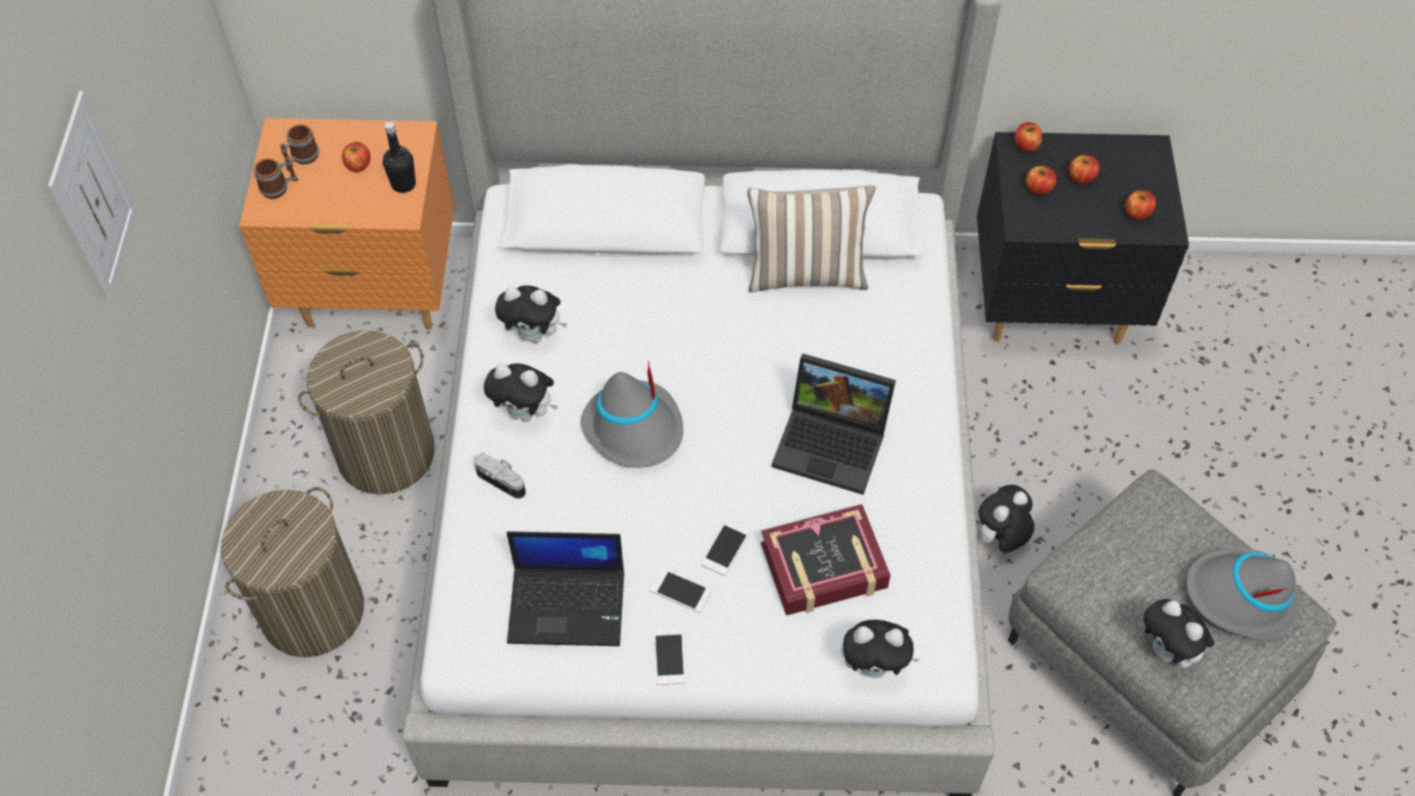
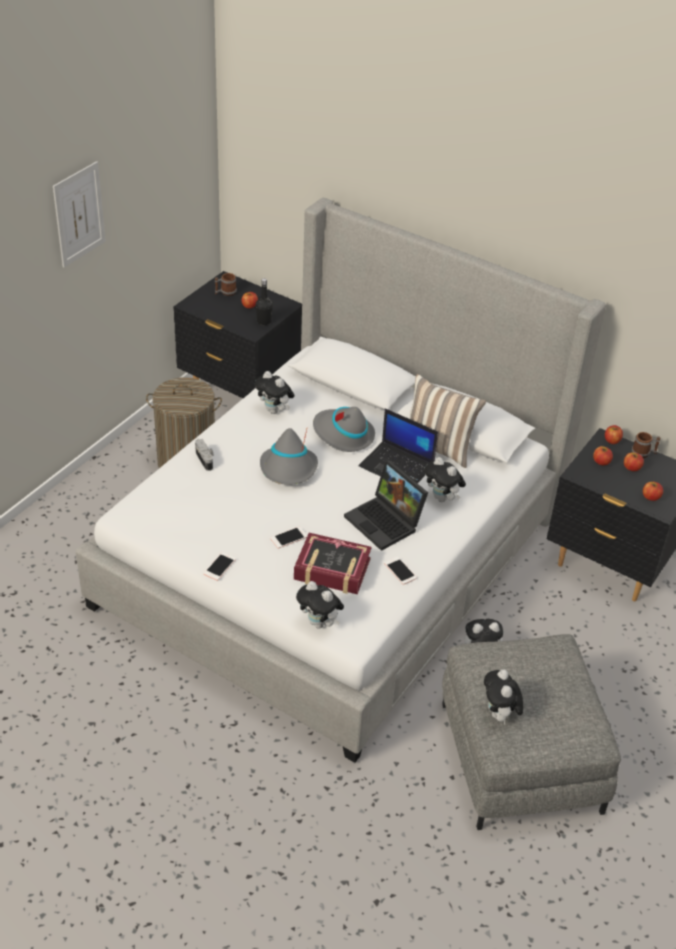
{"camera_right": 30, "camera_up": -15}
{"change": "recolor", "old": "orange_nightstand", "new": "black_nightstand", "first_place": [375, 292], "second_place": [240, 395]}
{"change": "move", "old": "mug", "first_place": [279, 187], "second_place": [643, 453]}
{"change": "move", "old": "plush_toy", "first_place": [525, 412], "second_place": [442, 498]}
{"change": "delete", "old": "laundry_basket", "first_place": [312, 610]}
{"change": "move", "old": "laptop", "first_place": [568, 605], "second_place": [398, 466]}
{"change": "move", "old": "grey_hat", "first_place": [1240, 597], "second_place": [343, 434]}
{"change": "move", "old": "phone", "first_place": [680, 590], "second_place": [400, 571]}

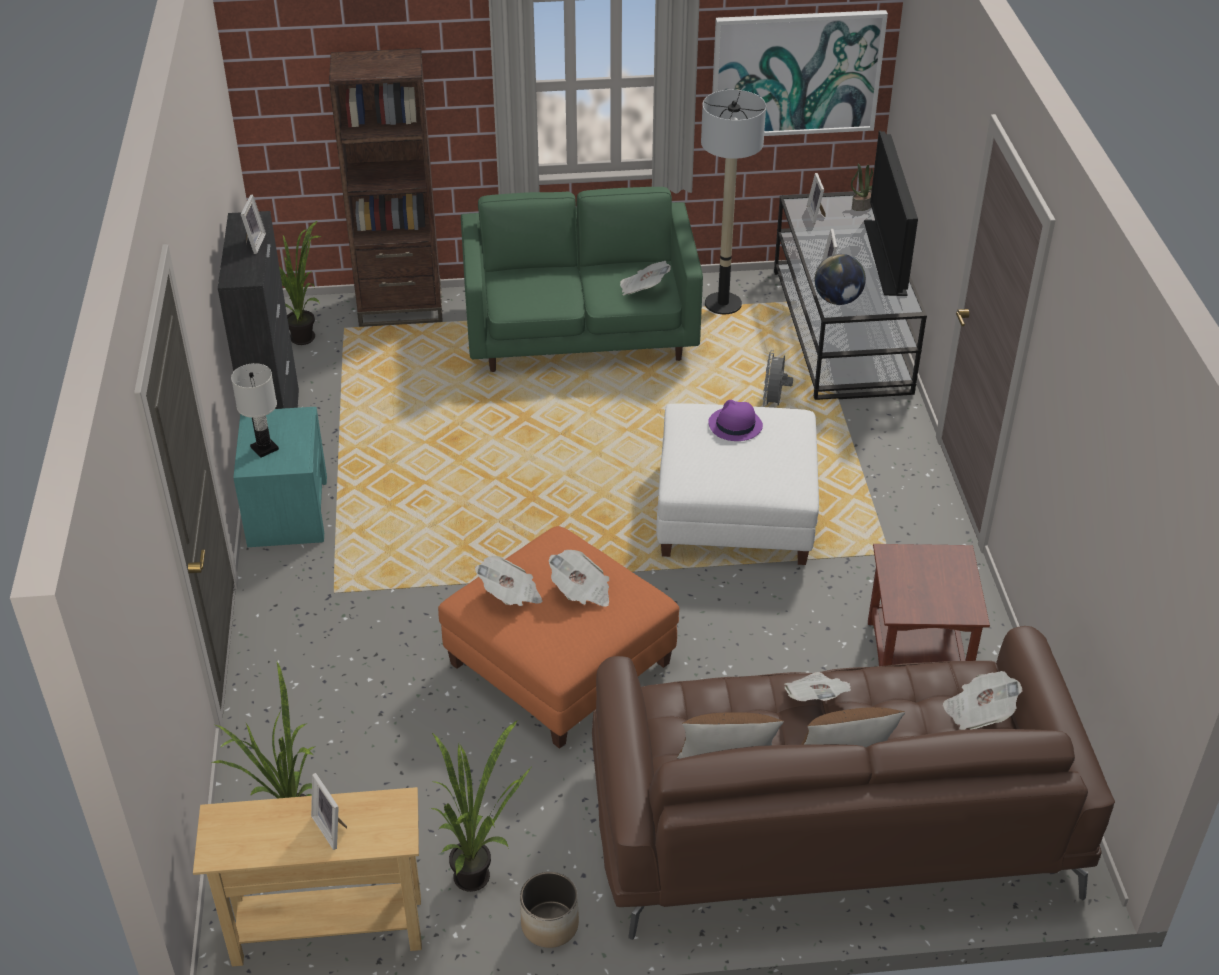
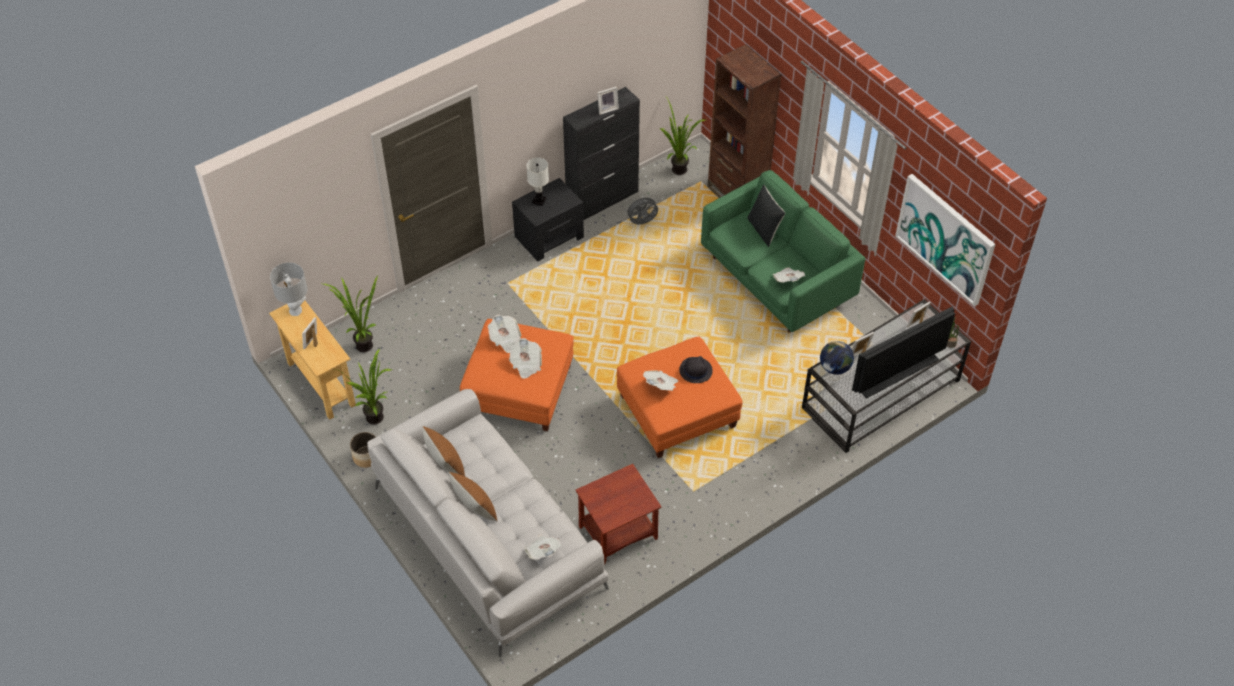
{"camera_right": 60, "camera_up": 10}
{"change": "delete", "old": "floor_lamp", "first_place": [723, 304]}
{"change": "move", "old": "grey_fan", "first_place": [774, 403], "second_place": [642, 223]}
{"change": "recolor", "old": "purple_hat", "new": "black_hat", "first_place": [735, 425], "second_place": [695, 370]}
{"change": "recolor", "old": "white_ottoman", "new": "orange_ottoman", "first_place": [736, 513], "second_place": [677, 412]}
{"change": "recolor", "old": "turquoise_nightstand", "new": "black_nightstand", "first_place": [288, 510], "second_place": [549, 236]}
{"change": "recolor", "old": "brown_sofa", "new": "grey_sofa", "first_place": [829, 820], "second_place": [487, 536]}
{"change": "move", "old": "newspaper", "first_place": [815, 699], "second_place": [661, 385]}
{"change": "insert", "new": "black_pillow", "second_place": [764, 230]}
{"change": "insert", "new": "grey_table_lamp", "second_place": [296, 310]}

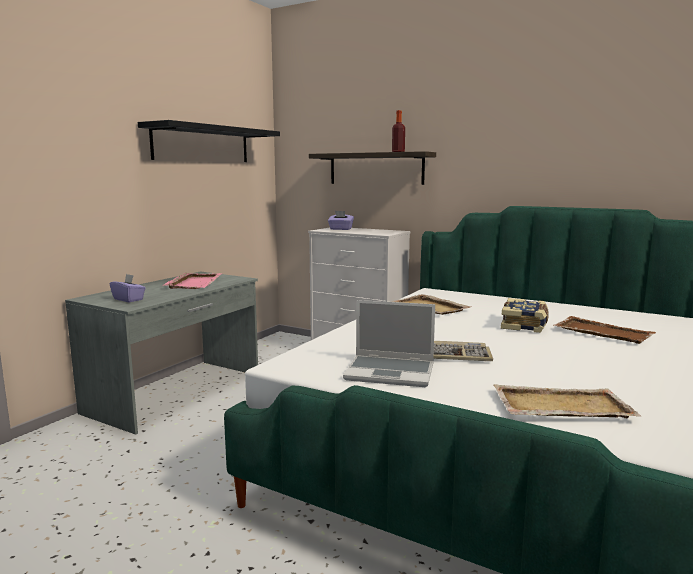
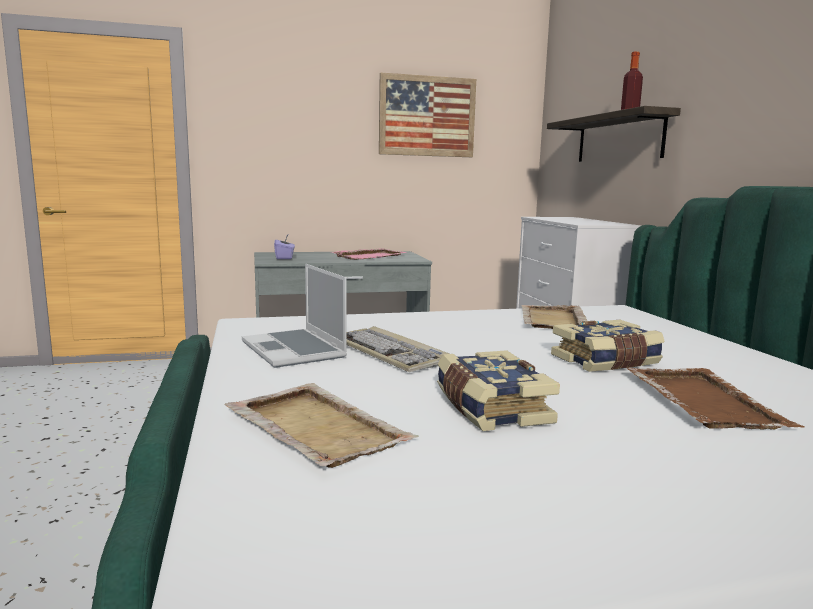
{"camera_right": 45, "camera_up": 0}
{"change": "replace", "old": "black_shelf", "new": "picture", "first_place": [202, 144], "second_place": [427, 116]}
{"change": "delete", "old": "purple_tissue_box", "first_place": [340, 229]}
{"change": "insert", "new": "book", "second_place": [490, 408]}

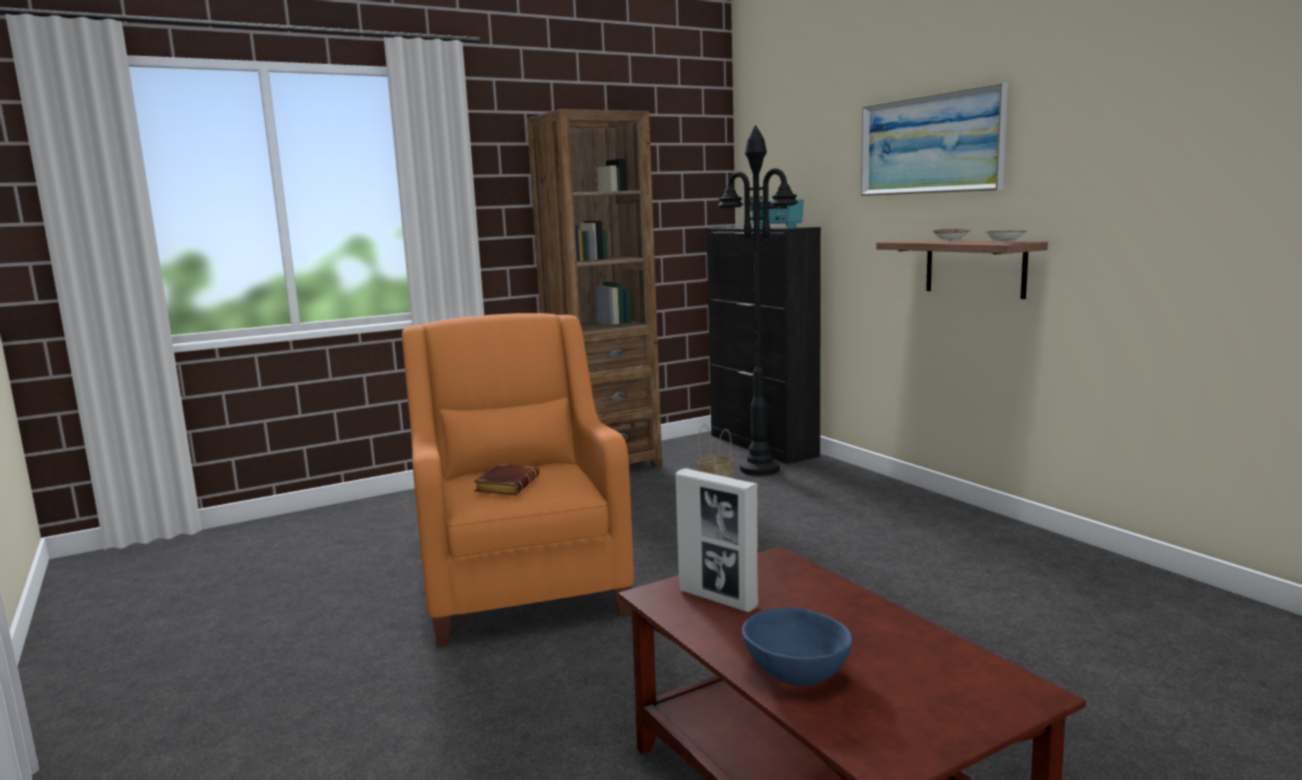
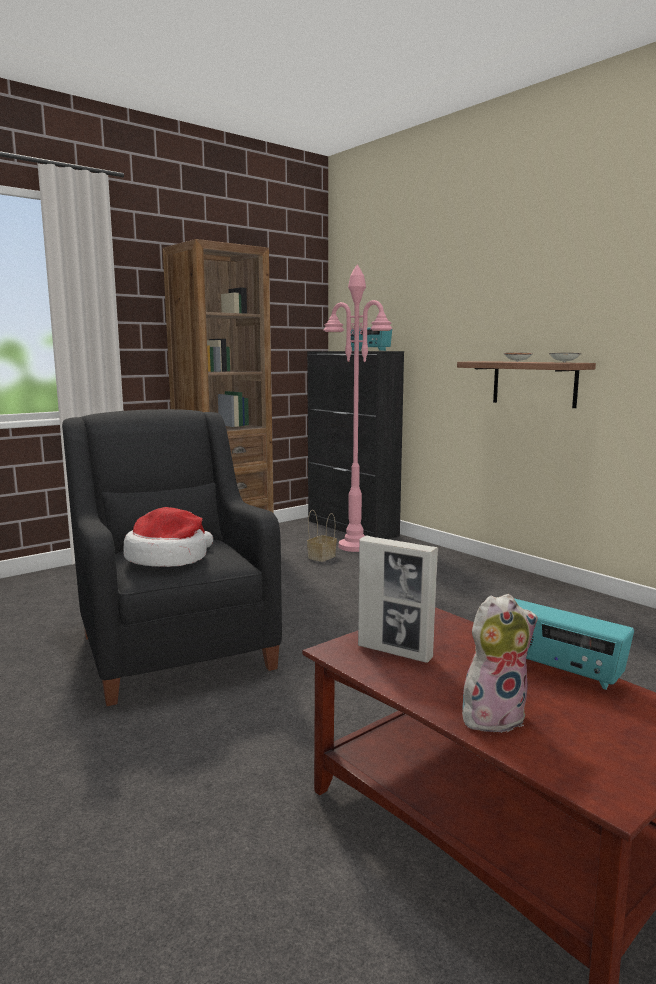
{"camera_right": -10, "camera_up": 0}
{"change": "delete", "old": "picture", "first_place": [930, 145]}
{"change": "recolor", "old": "black_floor_lamp", "new": "pink_floor_lamp", "first_place": [760, 469], "second_place": [355, 547]}
{"change": "recolor", "old": "orange_armchair", "new": "black_armchair", "first_place": [521, 583], "second_place": [174, 646]}
{"change": "replace", "old": "brown_book", "new": "hat", "first_place": [506, 485], "second_place": [169, 558]}
{"change": "replace", "old": "blue_bowl", "new": "plush_toy", "first_place": [796, 673], "second_place": [493, 716]}
{"change": "insert", "new": "radio", "second_place": [555, 669]}

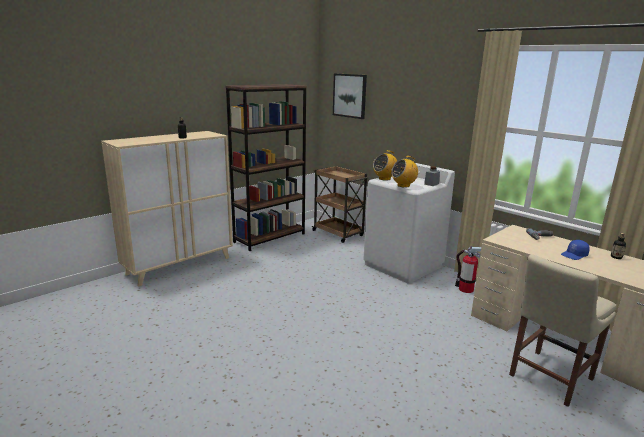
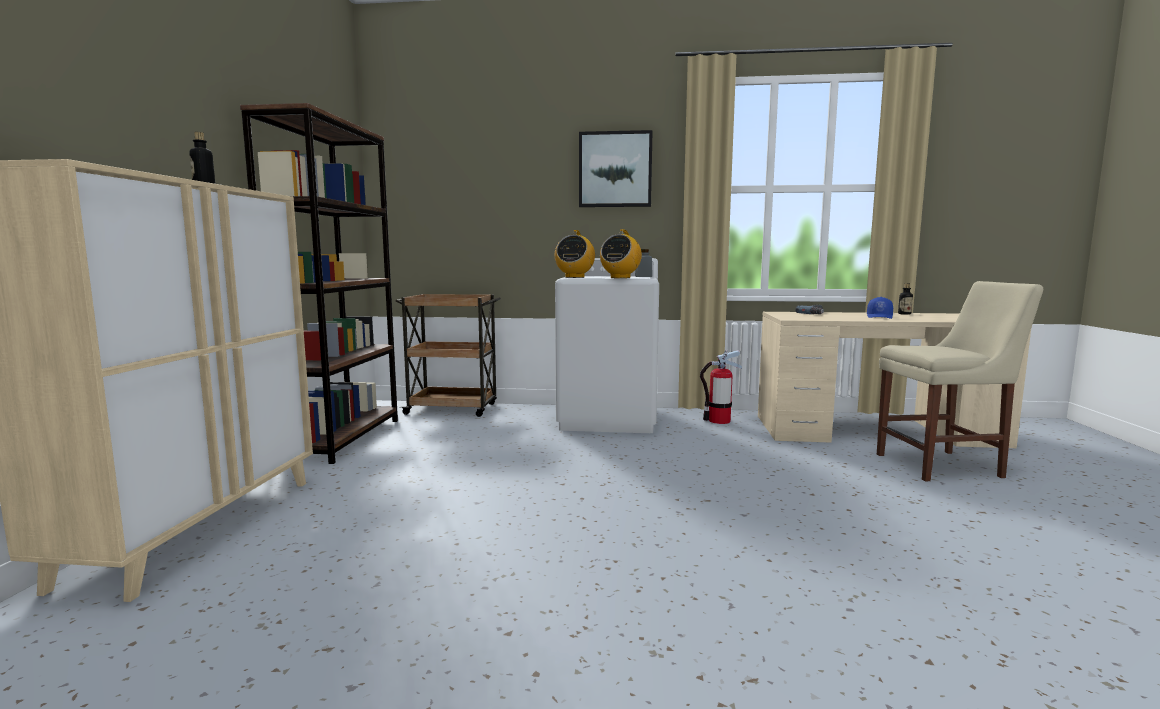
{"camera_right": -40, "camera_up": -10}
{"change": "move", "old": "picture", "first_place": [350, 95], "second_place": [615, 169]}
{"change": "rotate", "old": "beige_chair", "first_place": [548, 378], "second_place": [943, 465], "degrees": -105}

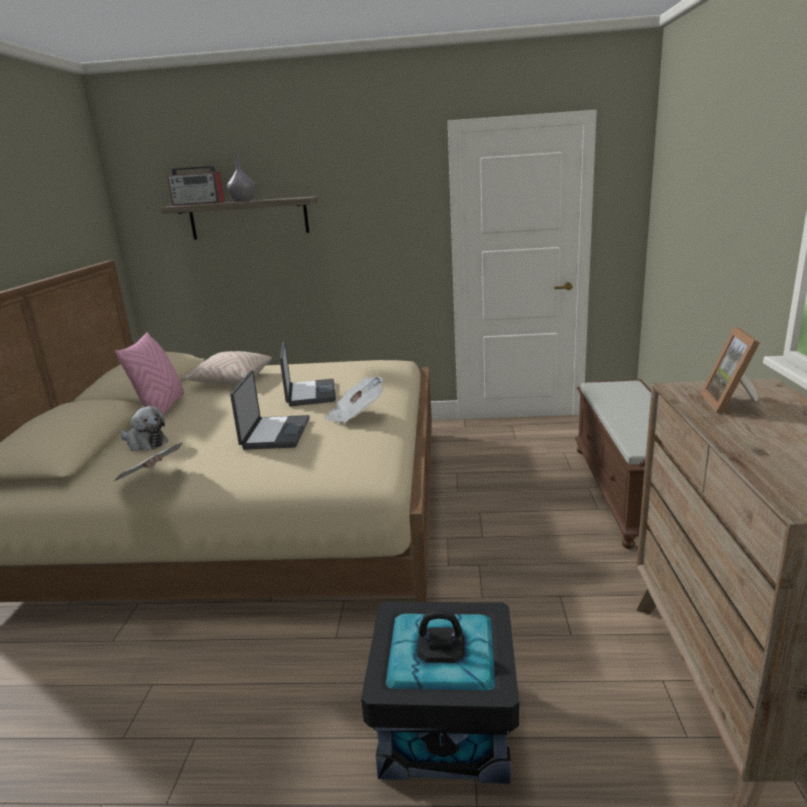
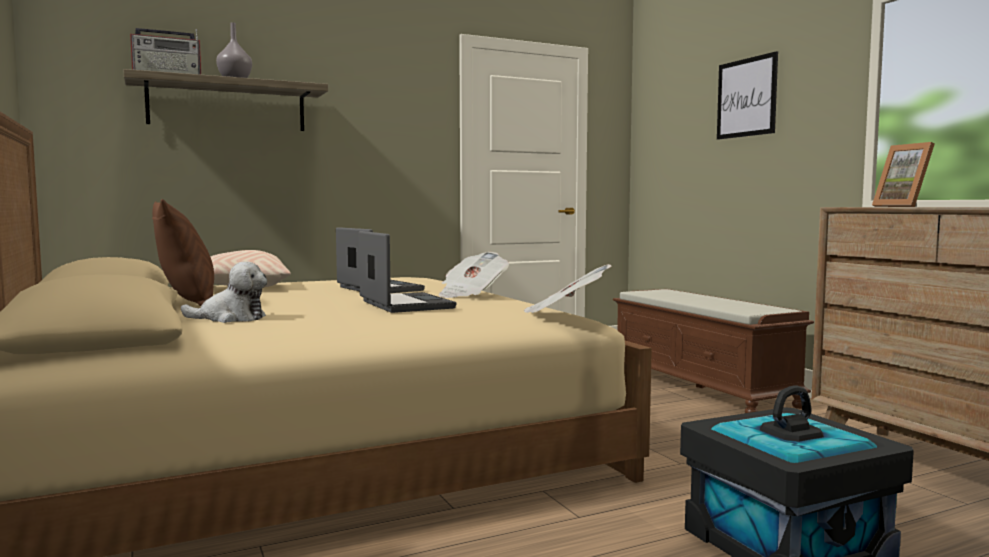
{"camera_right": -30, "camera_up": -15}
{"change": "recolor", "old": "pink_pillow", "new": "brown_pillow", "first_place": [162, 409], "second_place": [186, 303]}
{"change": "move", "old": "newspaper", "first_place": [152, 479], "second_place": [565, 313]}
{"change": "insert", "new": "picture", "second_place": [746, 97]}

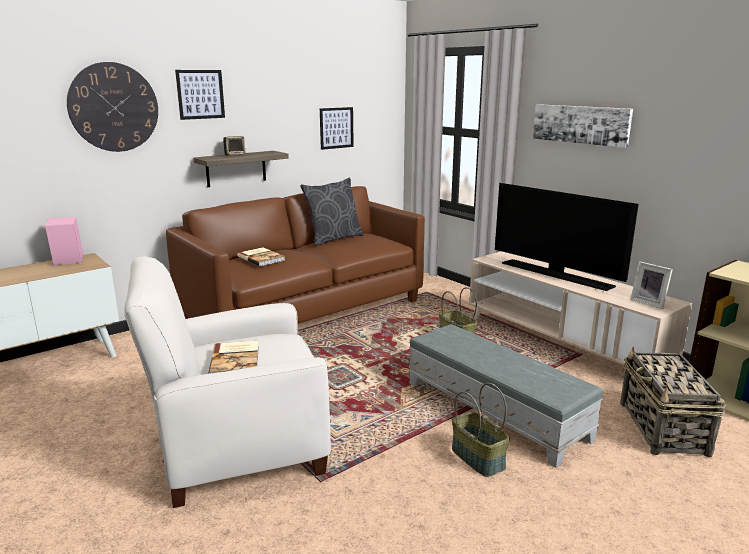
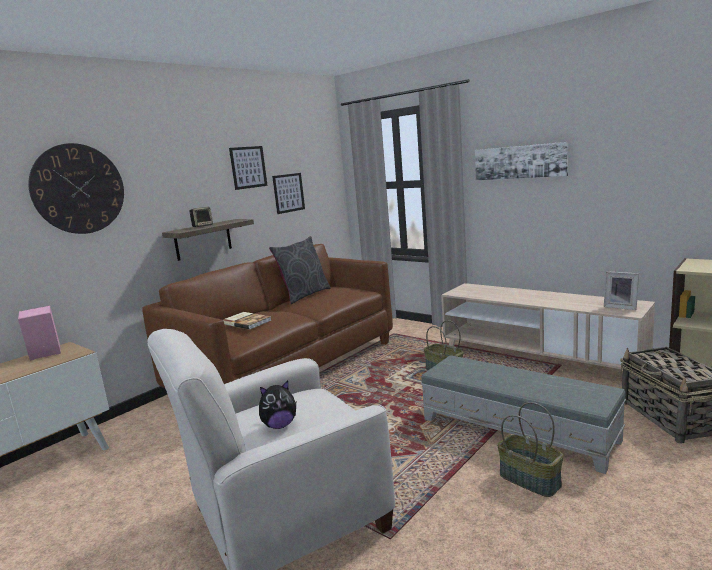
{"camera_right": -10, "camera_up": -5}
{"change": "move", "old": "picture", "first_place": [200, 94], "second_place": [248, 167]}
{"change": "delete", "old": "television", "first_place": [556, 275]}
{"change": "replace", "old": "book", "new": "plush_toy", "first_place": [236, 361], "second_place": [279, 425]}

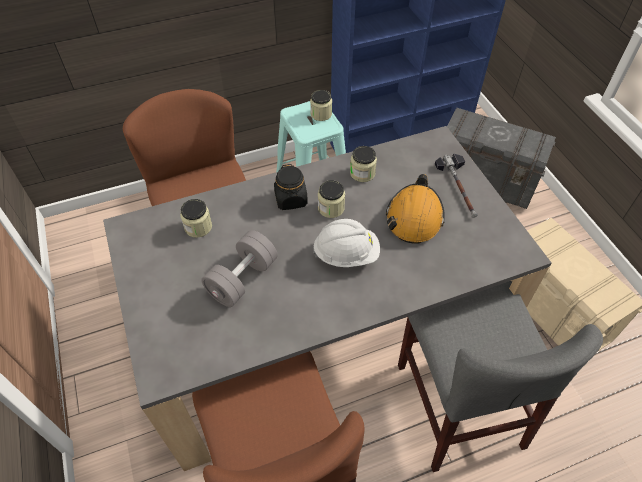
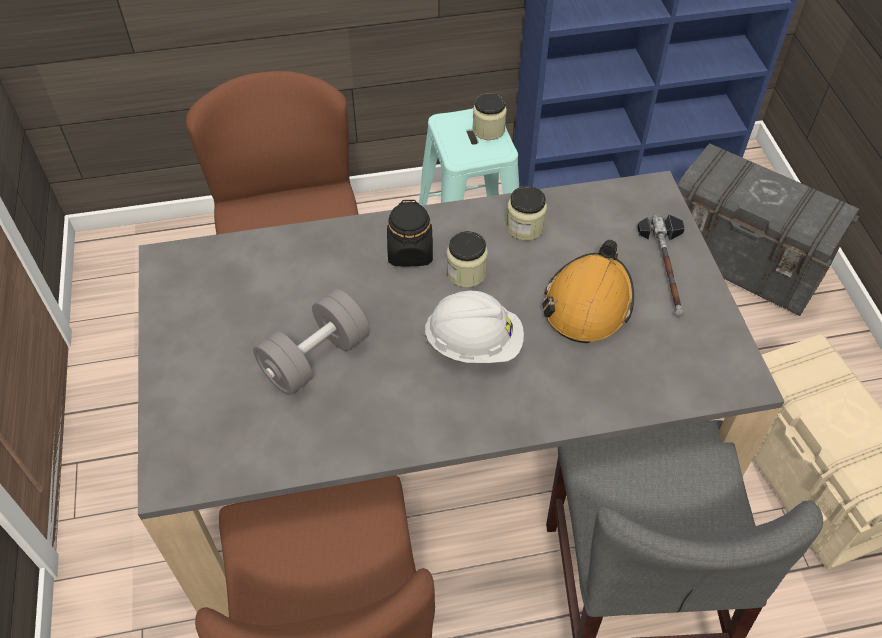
{"camera_right": 10, "camera_up": 0}
{"change": "delete", "old": "jar", "first_place": [198, 227]}

